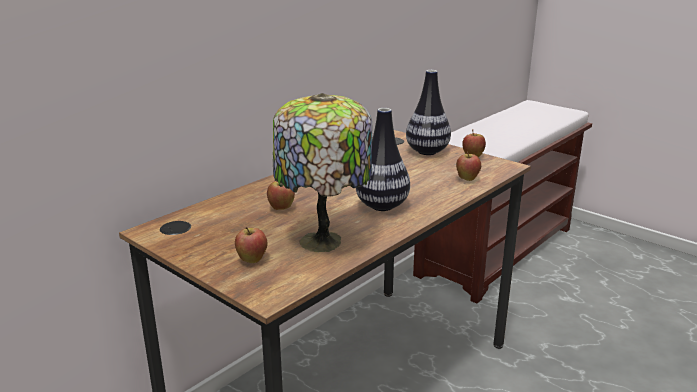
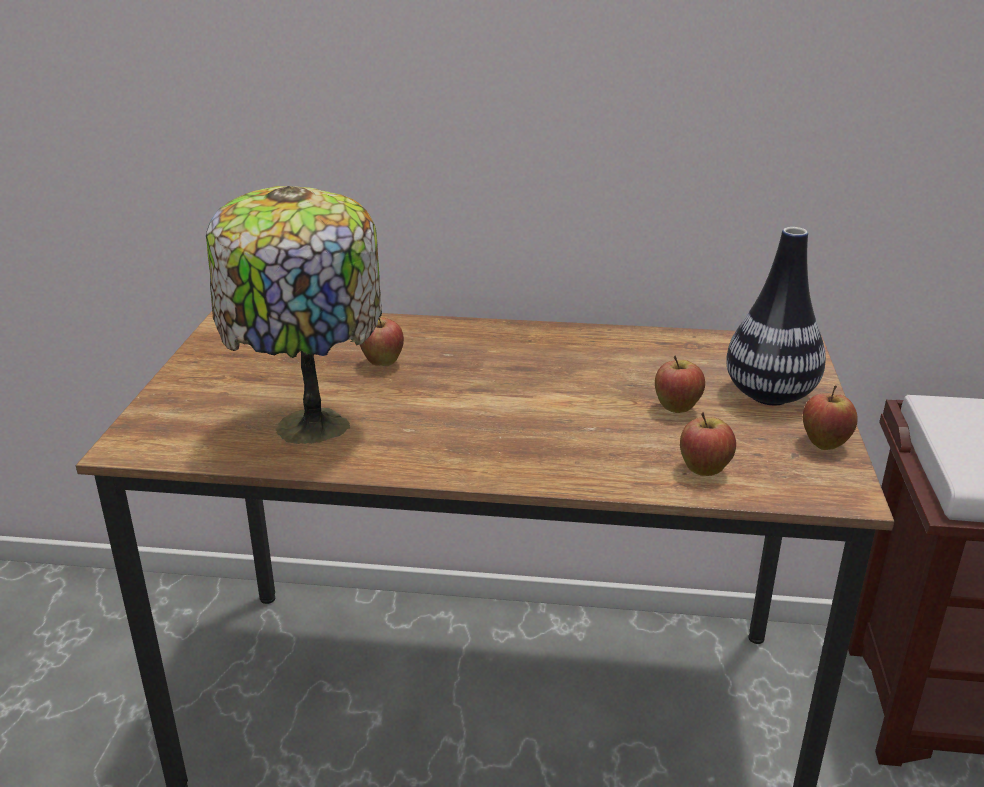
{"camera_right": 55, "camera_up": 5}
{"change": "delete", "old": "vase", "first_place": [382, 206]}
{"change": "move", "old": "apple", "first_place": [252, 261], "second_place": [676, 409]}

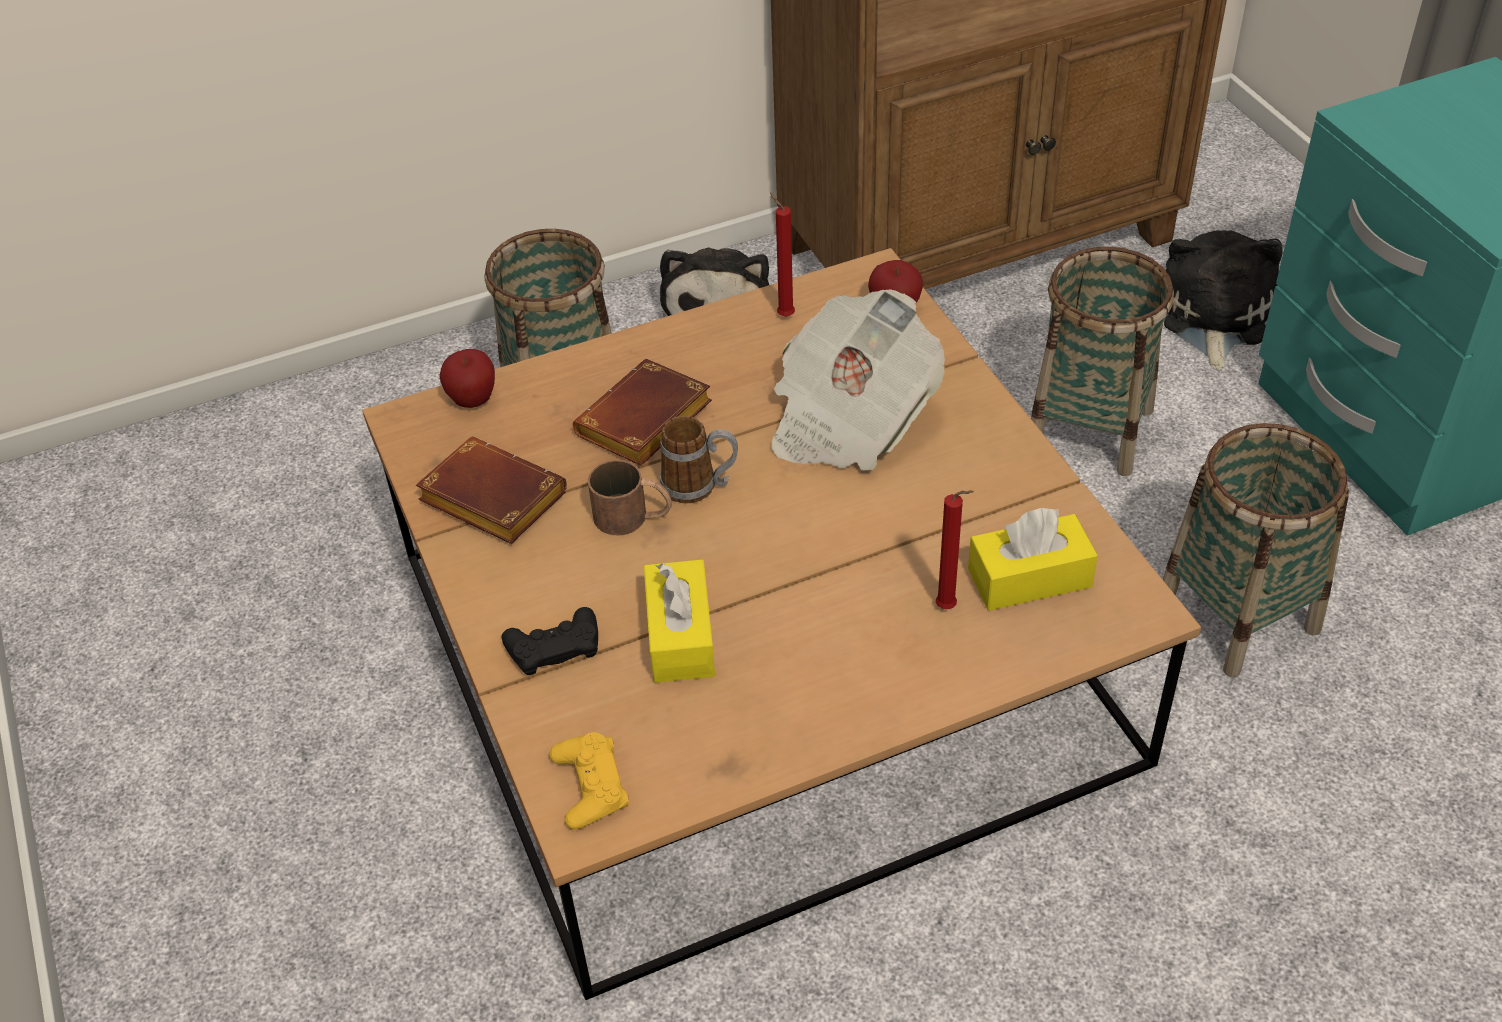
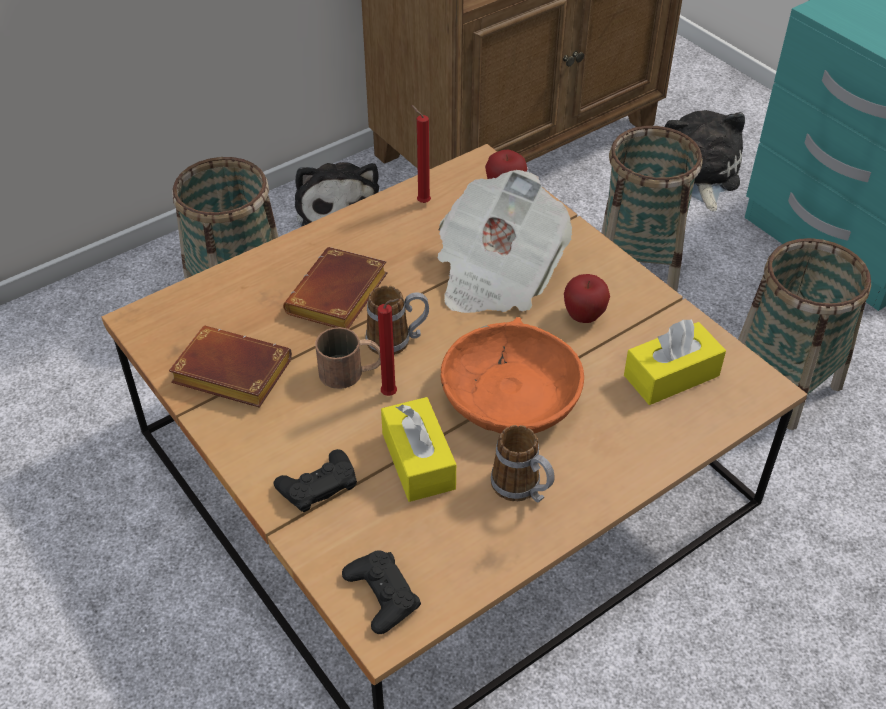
{"camera_right": -15, "camera_up": 0}
{"change": "move", "old": "apple", "first_place": [473, 400], "second_place": [584, 316]}
{"change": "move", "old": "red_candle", "first_place": [949, 608], "second_place": [391, 394]}
{"change": "recolor", "old": "yellow_game_controller", "new": "black_game_controller", "first_place": [590, 786], "second_place": [381, 595]}
{"change": "insert", "new": "orange_bowl", "second_place": [510, 395]}
{"change": "insert", "new": "mug", "second_place": [522, 489]}

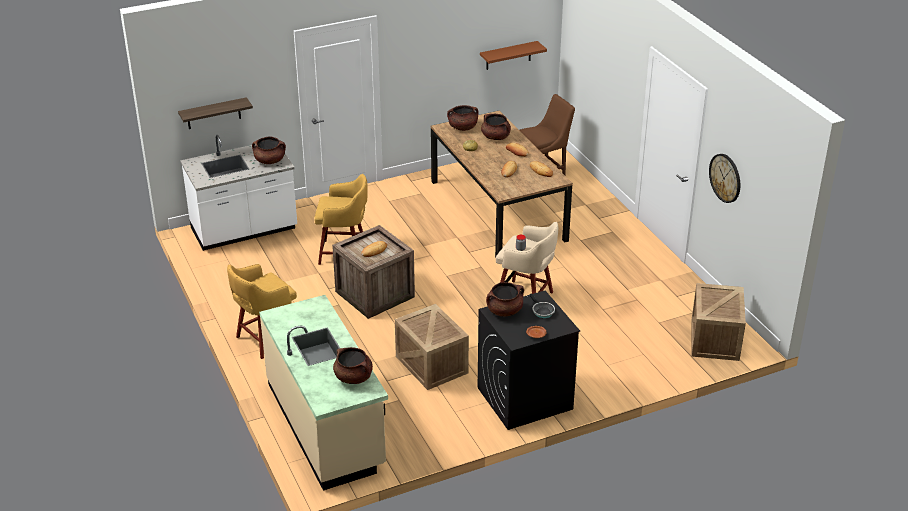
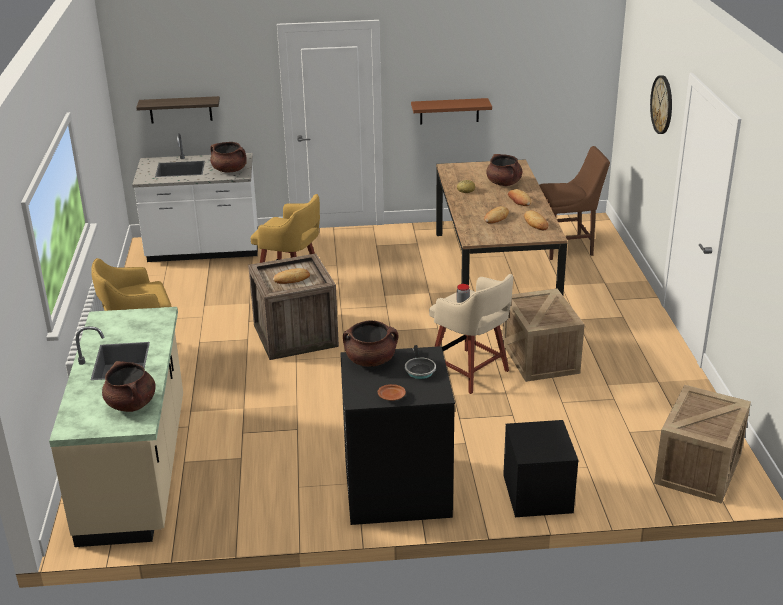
{"camera_right": 20, "camera_up": -5}
{"change": "move", "old": "brown_shelf", "first_place": [508, 55], "second_place": [449, 111]}
{"change": "delete", "old": "brown_cooking_pot", "first_place": [462, 128]}
{"change": "move", "old": "wall_clock", "first_place": [725, 178], "second_place": [662, 104]}
{"change": "move", "old": "crate", "first_place": [432, 365], "second_place": [541, 358]}
{"change": "insert", "new": "black_nightstand", "second_place": [537, 495]}

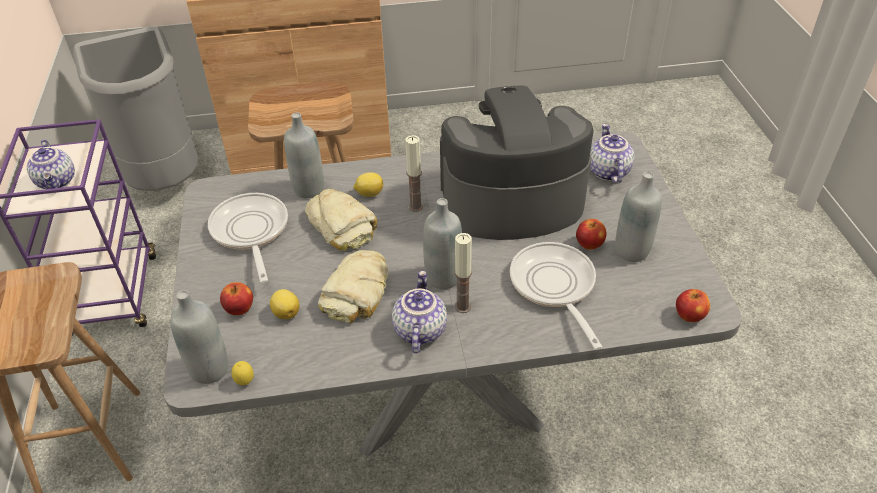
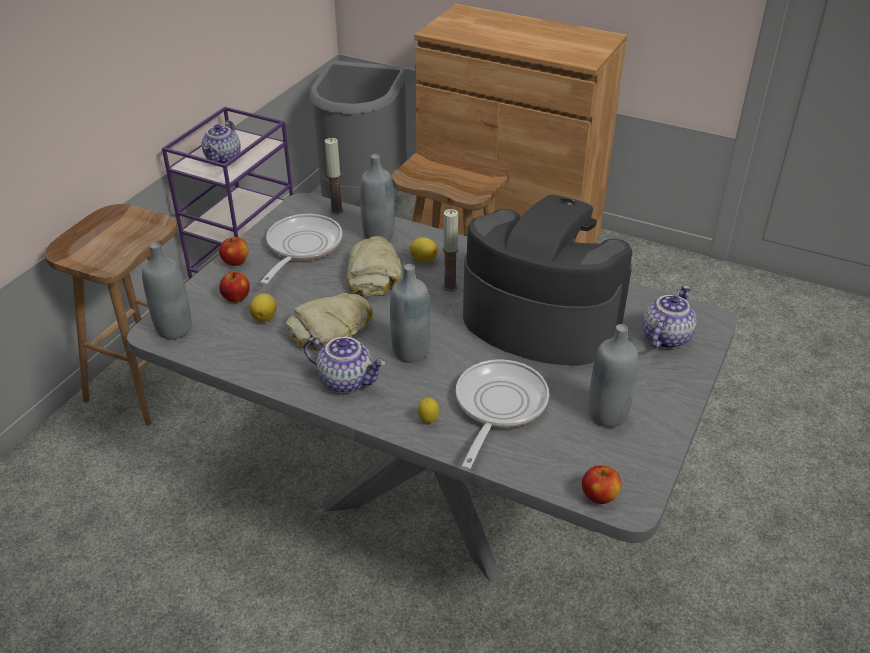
{"camera_right": 35, "camera_up": -5}
{"change": "move", "old": "apple", "first_place": [589, 244], "second_place": [235, 262]}
{"change": "move", "old": "candle", "first_place": [462, 307], "second_place": [336, 210]}
{"change": "rotate", "old": "teapot", "first_place": [418, 330], "second_place": [347, 380], "degrees": 75}
{"change": "move", "old": "lemon", "first_place": [245, 382], "second_place": [428, 421]}

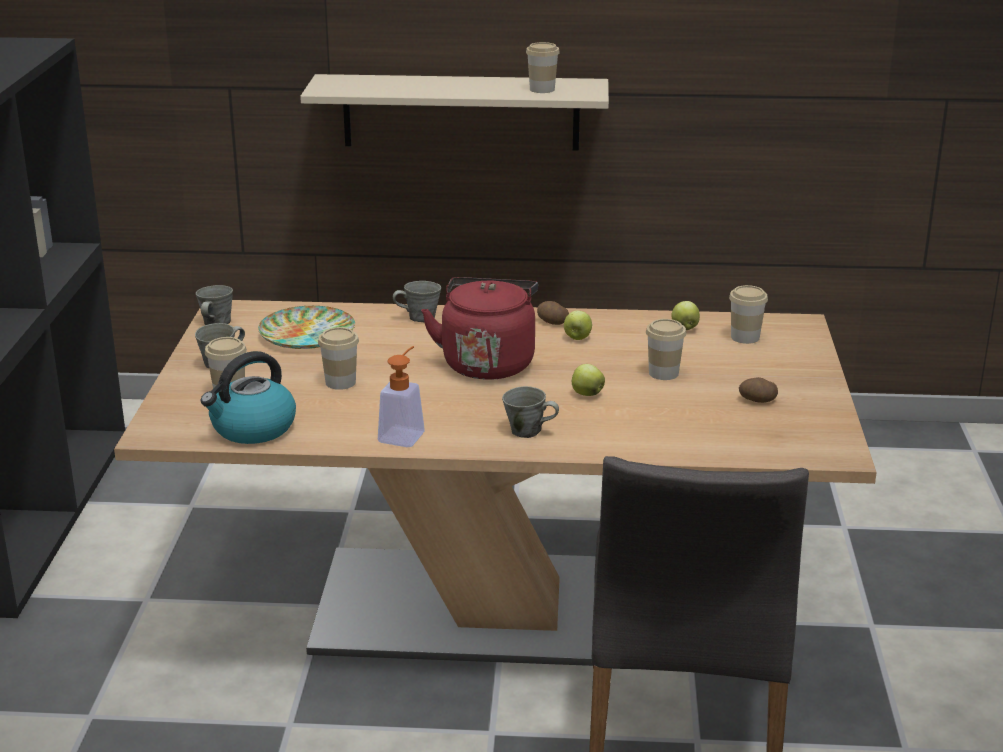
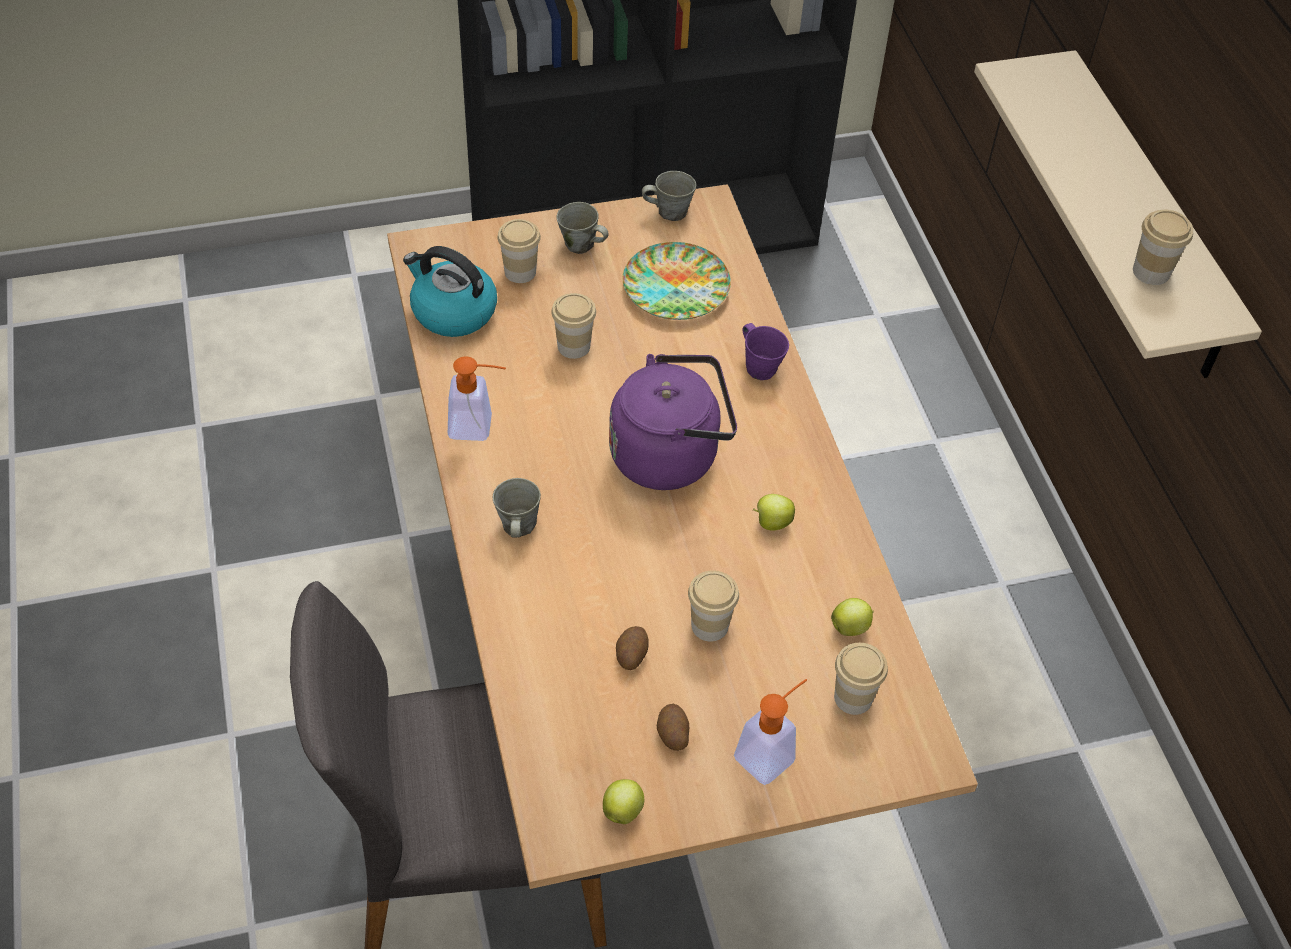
{"camera_right": 70, "camera_up": 25}
{"change": "recolor", "old": "red_kettle", "new": "purple_kettle", "first_place": [488, 362], "second_place": [670, 454]}
{"change": "recolor", "old": "grey_mug", "new": "purple_mug", "first_place": [419, 318], "second_place": [760, 367]}
{"change": "move", "old": "potato", "first_place": [552, 322], "second_place": [631, 654]}
{"change": "move", "old": "apple", "first_place": [586, 394], "second_place": [623, 810]}
{"change": "insert", "new": "soap_dispenser", "second_place": [771, 753]}

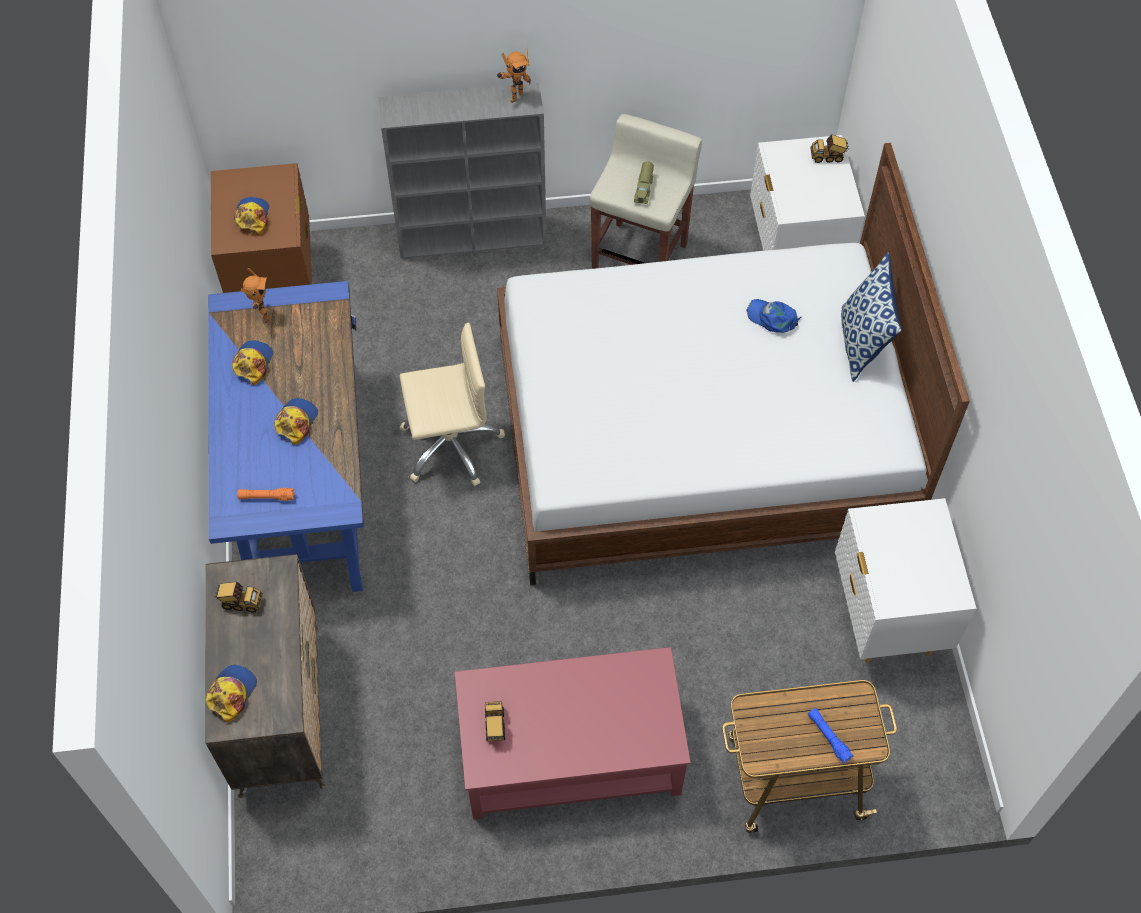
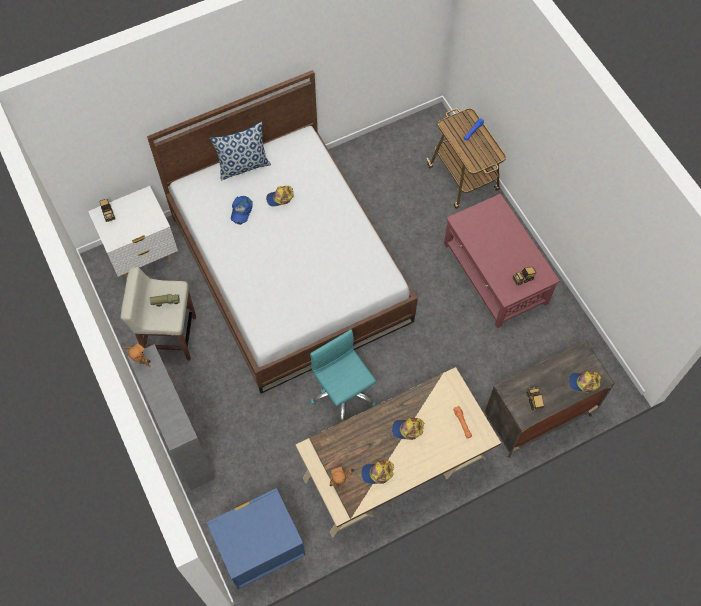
{"camera_right": -110, "camera_up": 5}
{"change": "recolor", "old": "brown_nightstand", "new": "blue_nightstand", "first_place": [275, 283], "second_place": [261, 551]}
{"change": "move", "old": "cap", "first_place": [252, 217], "second_place": [280, 198]}
{"change": "recolor", "old": "blue_desk", "new": "beige_desk", "first_place": [301, 473], "second_place": [395, 469]}
{"change": "recolor", "old": "beige_office_chair", "new": "turquoise_office_chair", "first_place": [451, 445], "second_place": [343, 394]}
{"change": "delete", "old": "white_nightstand", "first_place": [886, 618]}

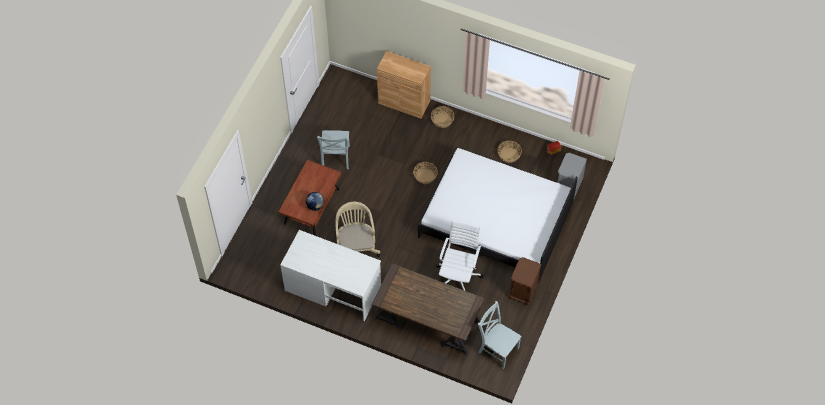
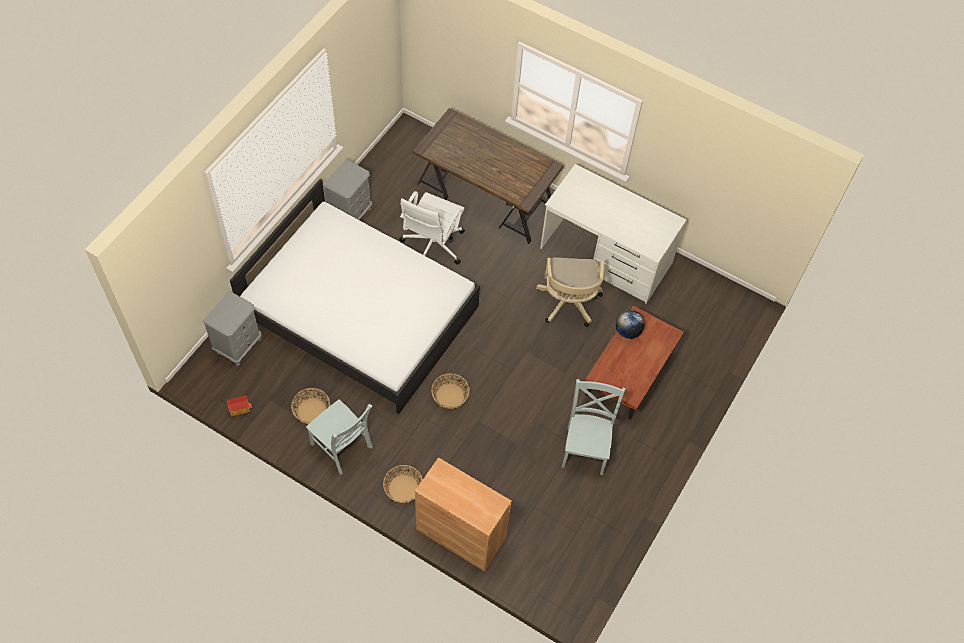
{"camera_right": -175, "camera_up": 0}
{"change": "recolor", "old": "brown_nightstand", "new": "grey_nightstand", "first_place": [523, 292], "second_place": [350, 214]}
{"change": "move", "old": "grey_chair", "first_place": [497, 349], "second_place": [343, 447]}

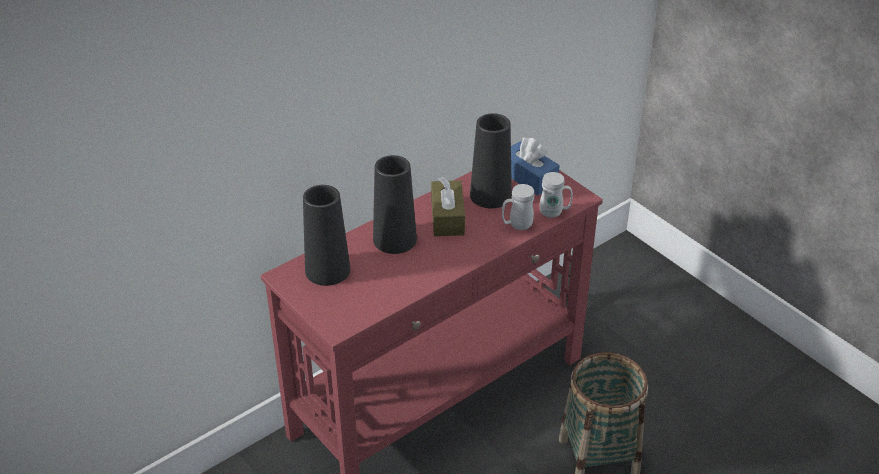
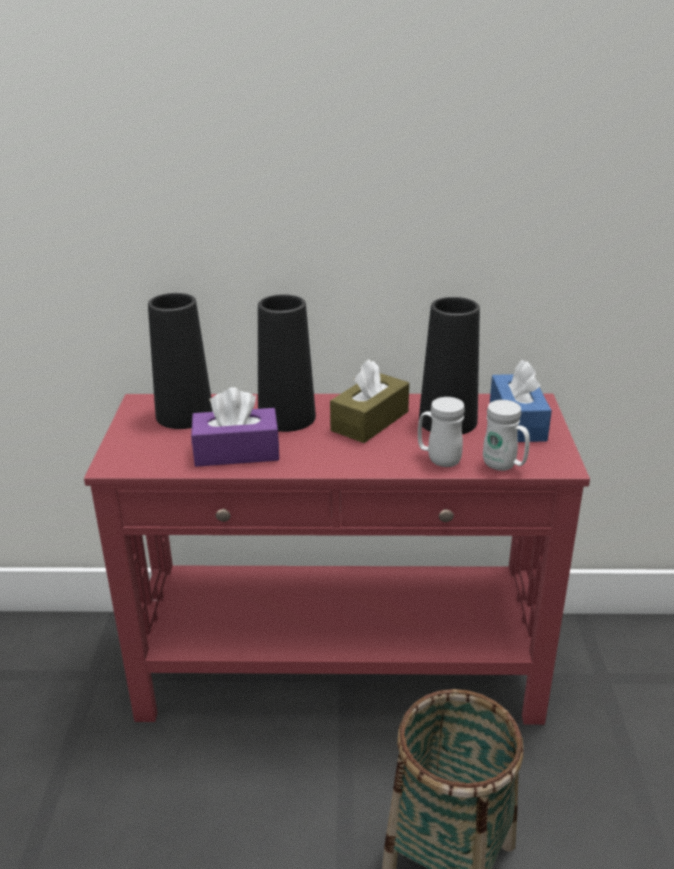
{"camera_right": 40, "camera_up": -10}
{"change": "insert", "new": "purple_tissue_box", "second_place": [236, 452]}

